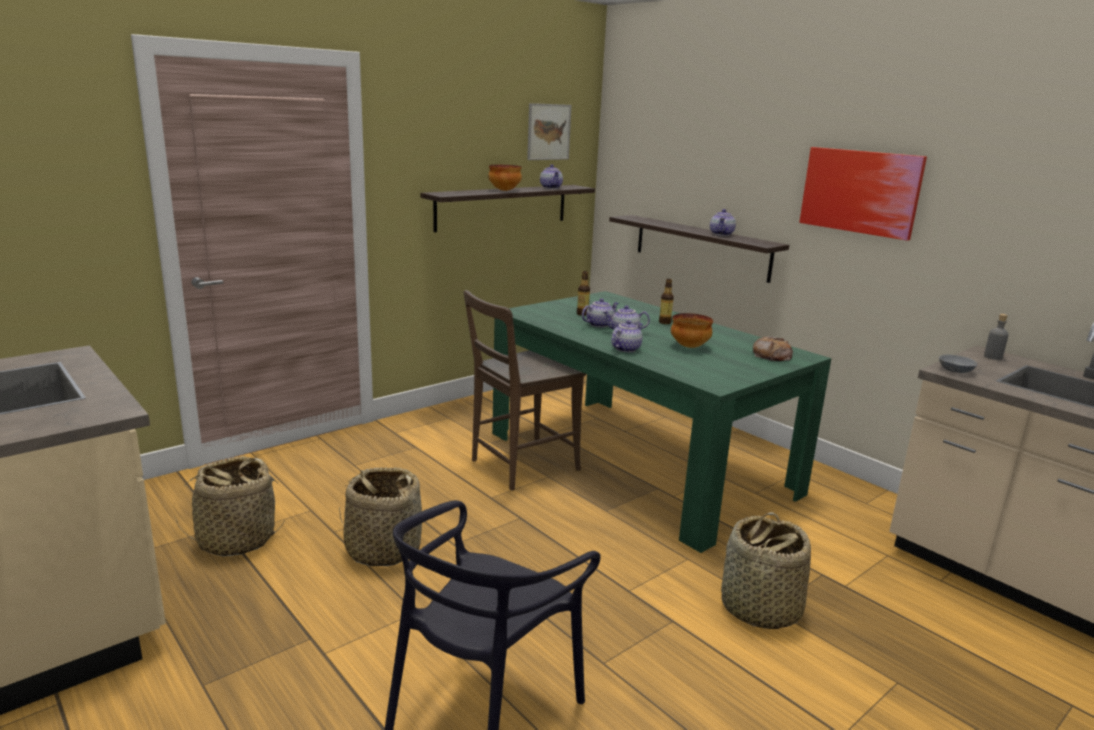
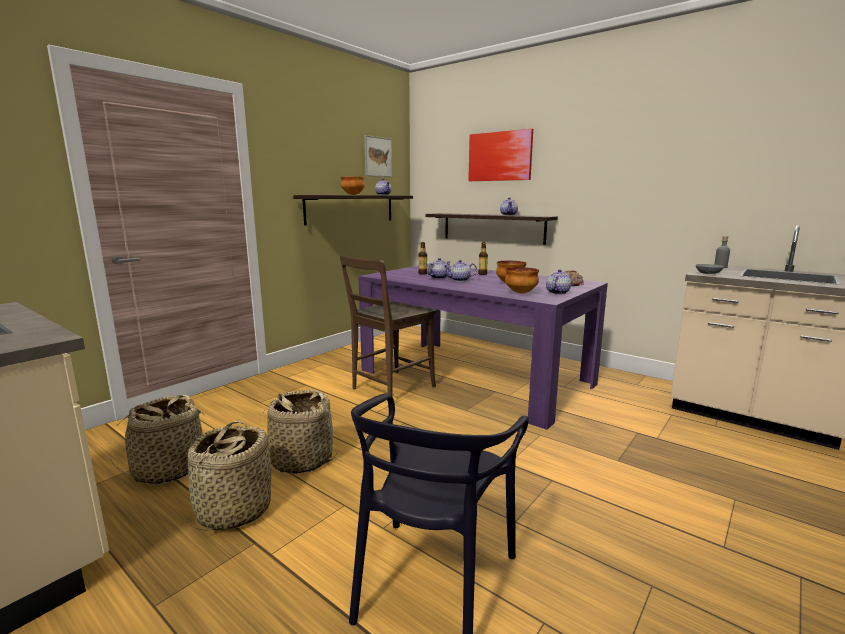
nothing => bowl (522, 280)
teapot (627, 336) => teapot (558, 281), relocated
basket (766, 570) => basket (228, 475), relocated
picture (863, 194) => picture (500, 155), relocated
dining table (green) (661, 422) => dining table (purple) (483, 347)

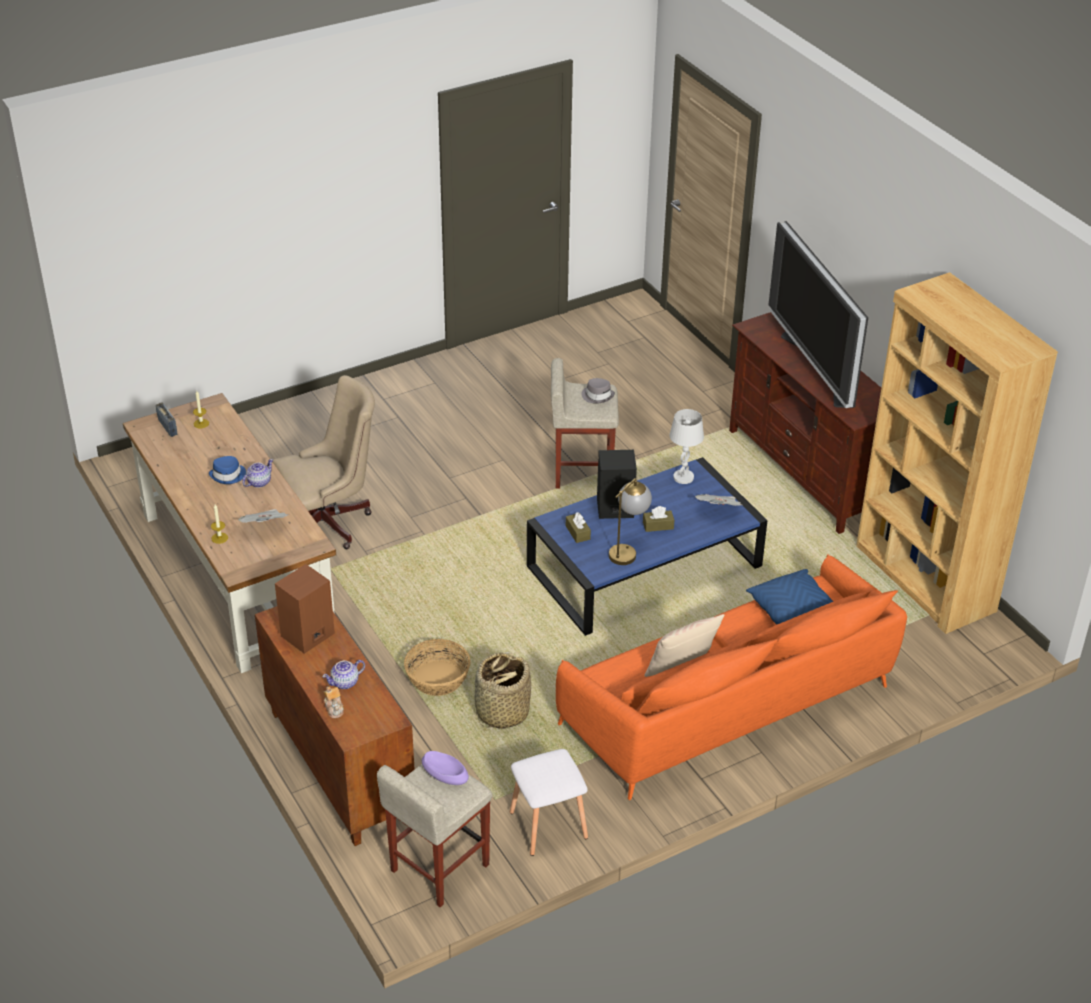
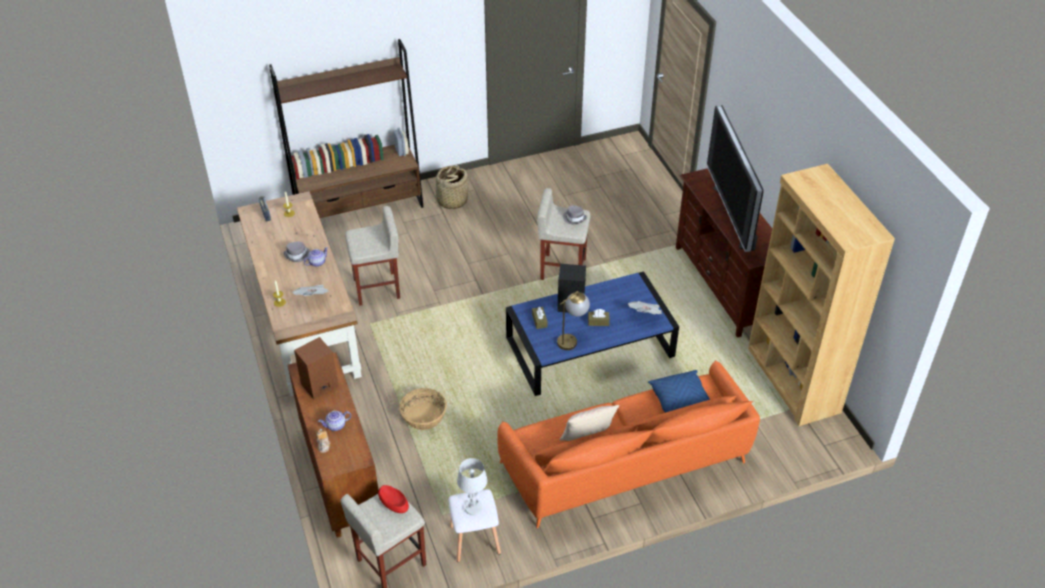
nothing => bookcase (brown) (346, 128)
basket (503, 690) => basket (451, 187), relocated
table lamp (white) (687, 446) => table lamp (white) (472, 486), relocated
office chair (beige) (323, 462) => stool (beige) (372, 256)
hat (blue) (227, 470) => hat (grey) (297, 252)
bowl (purple) (445, 768) => bowl (red) (393, 499)

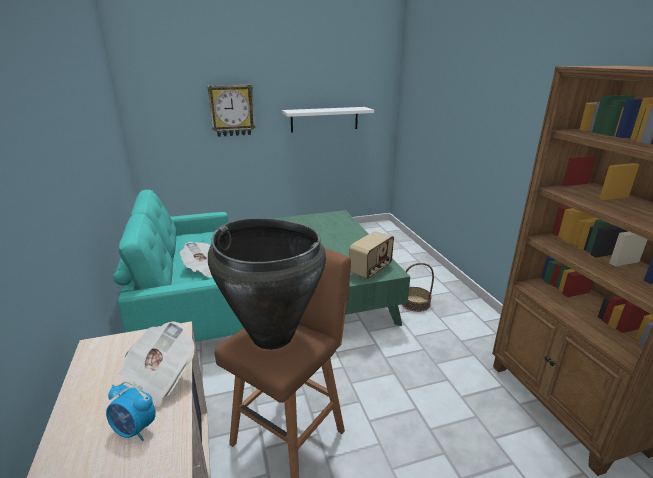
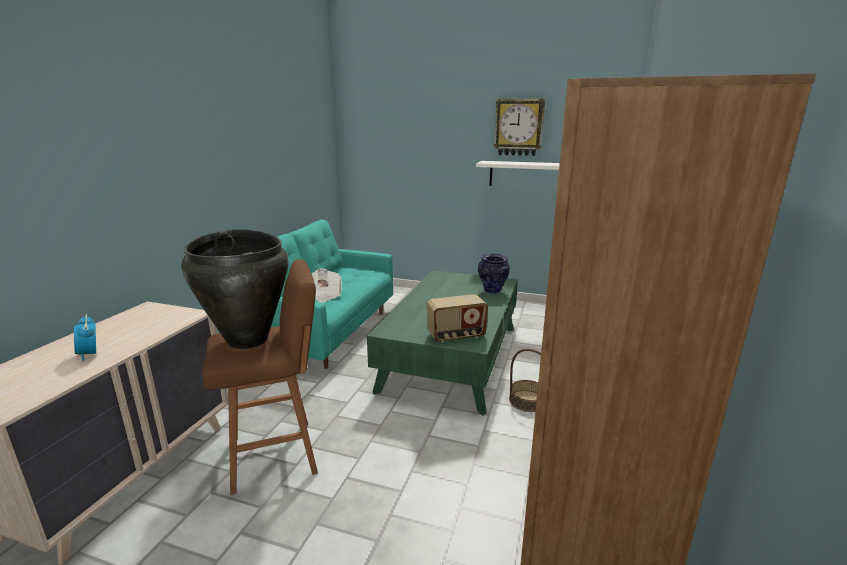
newspaper (154, 364) => nothing
nothing => vase (494, 274)
wall clock (231, 111) => wall clock (519, 127), relocated

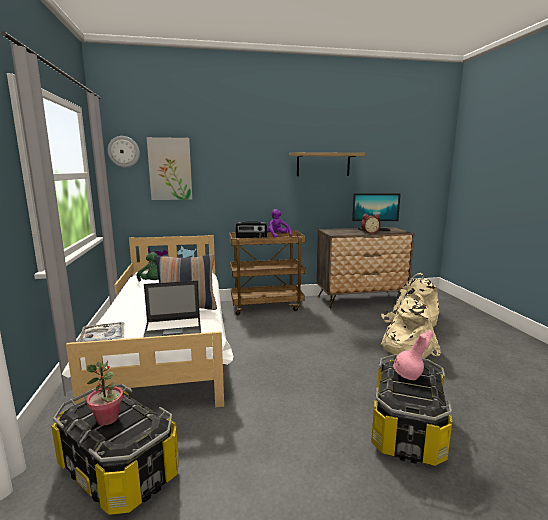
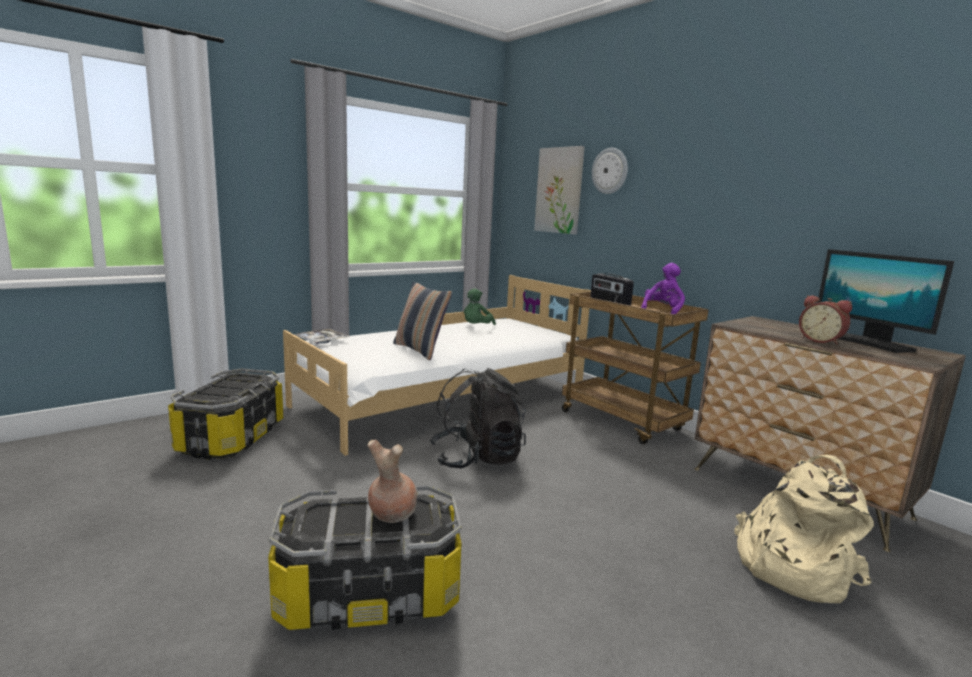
potted plant (105, 393) => nothing
laptop (172, 308) => nothing
shelf (327, 164) => nothing
backpack (beige) (411, 326) => nothing
nothing => backpack (black) (478, 418)
wall clock (123, 152) => wall clock (610, 171), relocated
vase (pink) (413, 354) => vase (brown) (392, 481)

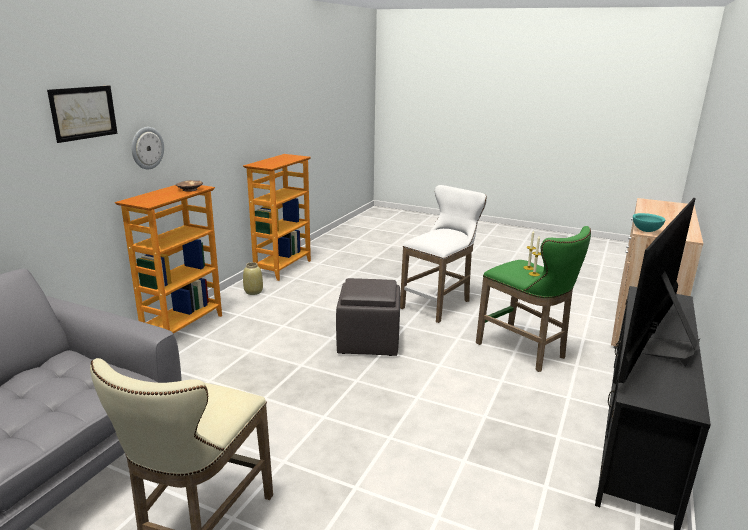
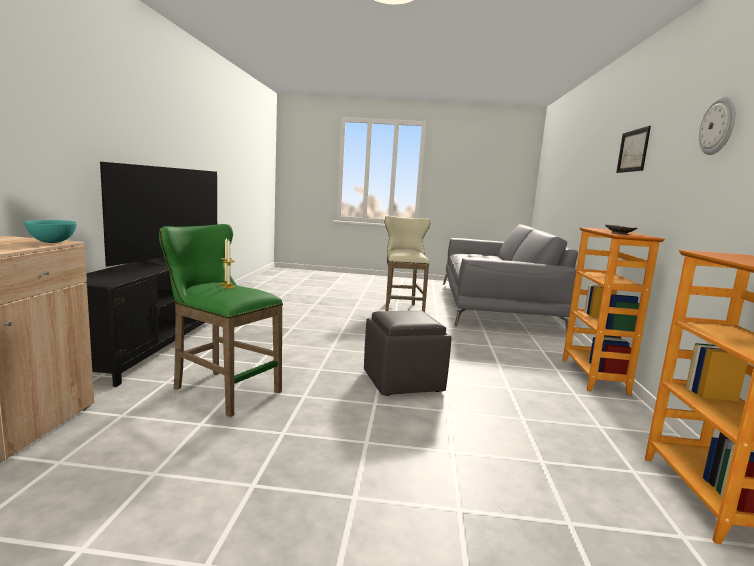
vase (beige) (253, 278) => nothing
stool (white) (443, 254) => nothing
wall clock (147, 148) => wall clock (716, 125), relocated

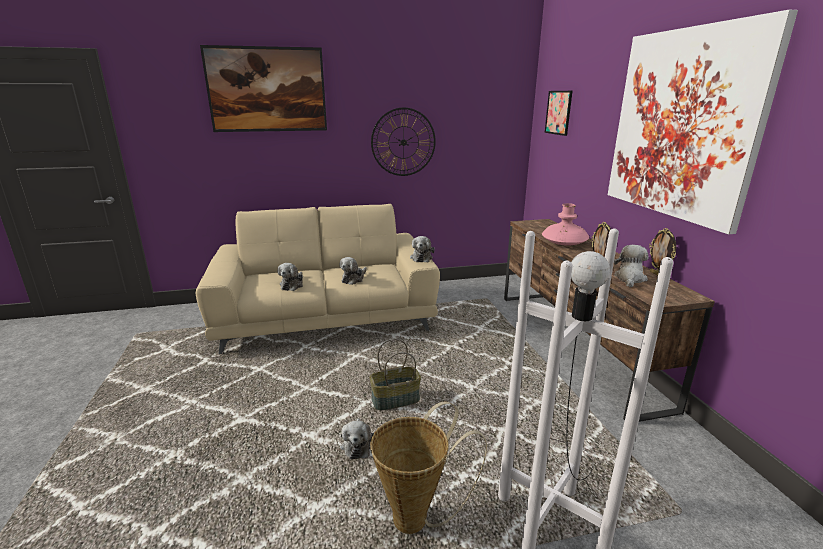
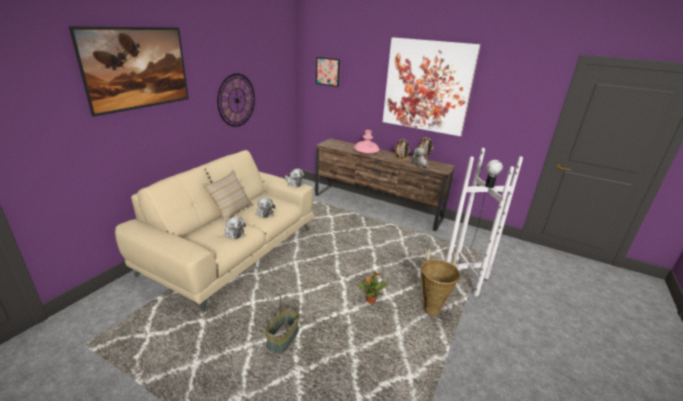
nothing => pillow (beige) (228, 195)
basket (395, 374) => basket (282, 324), relocated
plush toy (357, 438) => potted plant (372, 287)

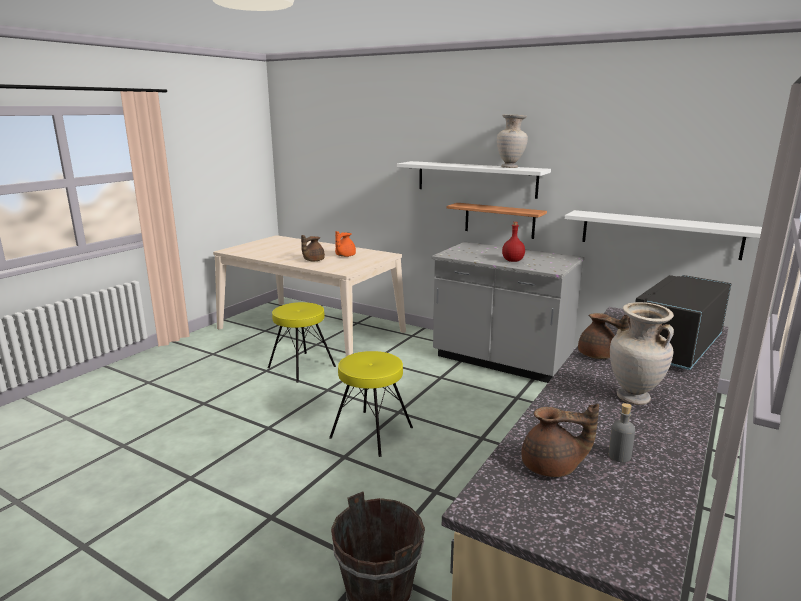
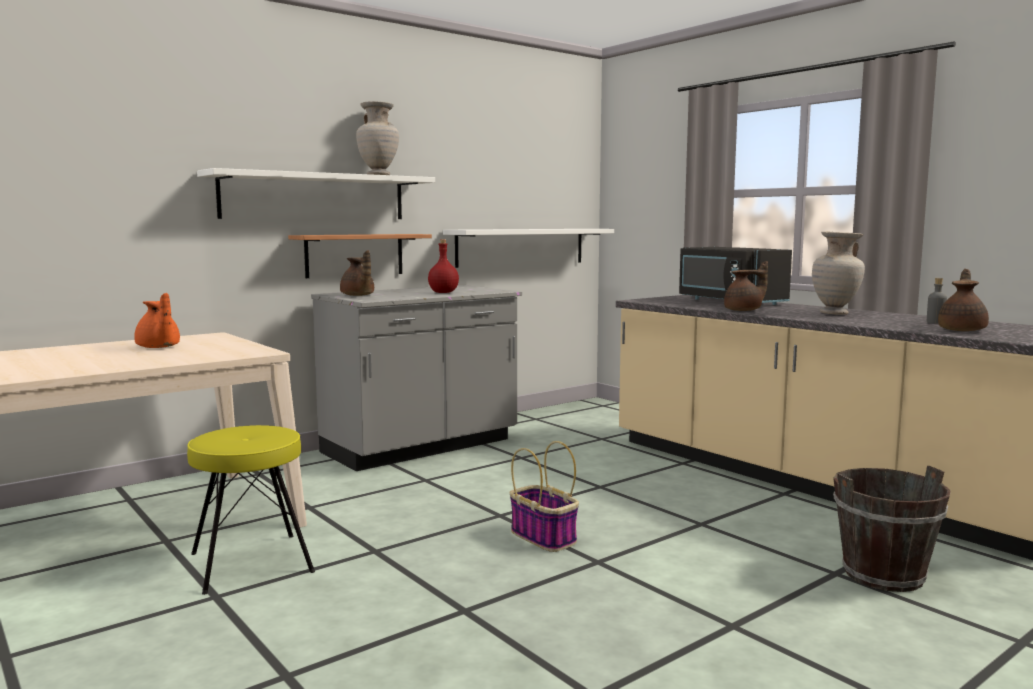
teapot (brown) (313, 248) => teapot (brown) (357, 273), relocated
stool (yellow) (371, 404) => basket (544, 496)

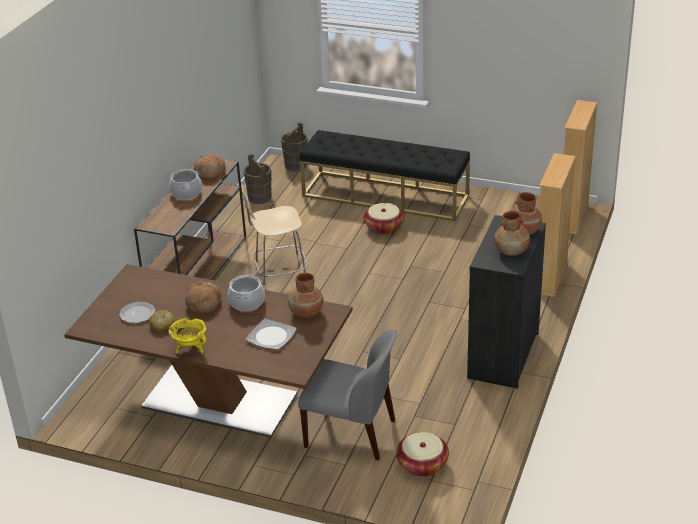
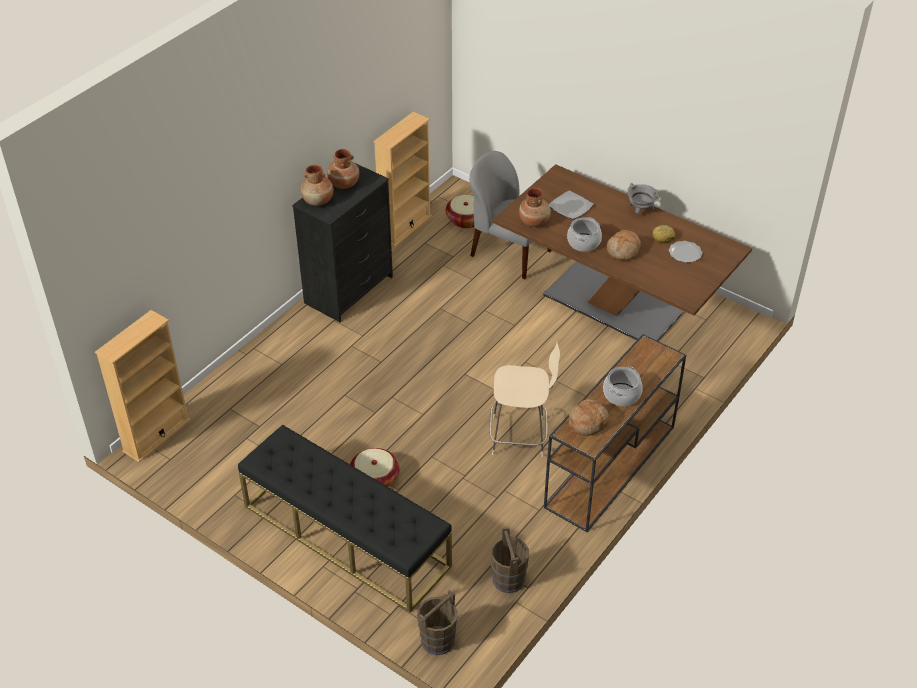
bookcase (beige) (557, 225) => bookcase (beige) (403, 179), relocated
cooking pot (yellow) (187, 336) => cooking pot (grey) (644, 198)

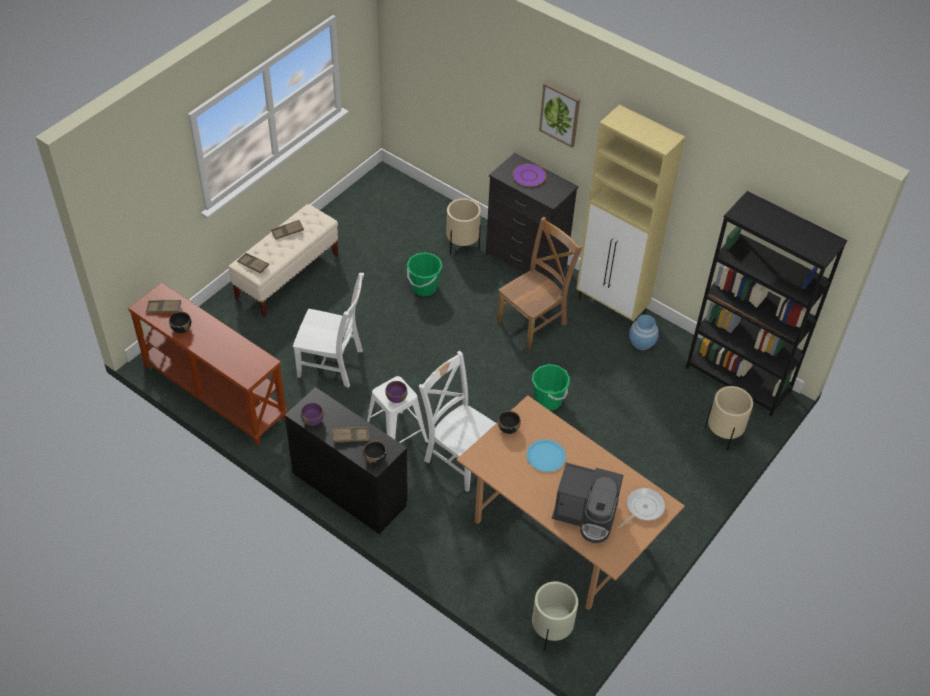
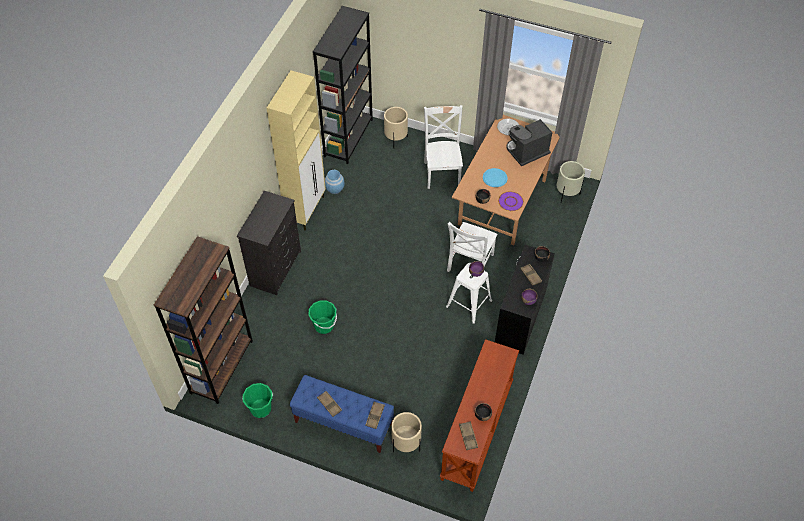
chair (brown) (539, 283) => nothing
picture (559, 115) => nothing
nothing => bookcase (brown) (203, 320)
chair (white) (328, 330) => chair (white) (443, 147), relocated
planter (beige) (463, 226) => planter (beige) (406, 432), relocated
plate (purple) (529, 175) => plate (purple) (511, 201), relocated
bucket (green) (551, 387) => bucket (green) (257, 400), relocated
bench (beige) (283, 261) => bench (blue) (342, 414)
coffee machine (587, 503) => coffee machine (530, 142), 120 degrees counterclockwise

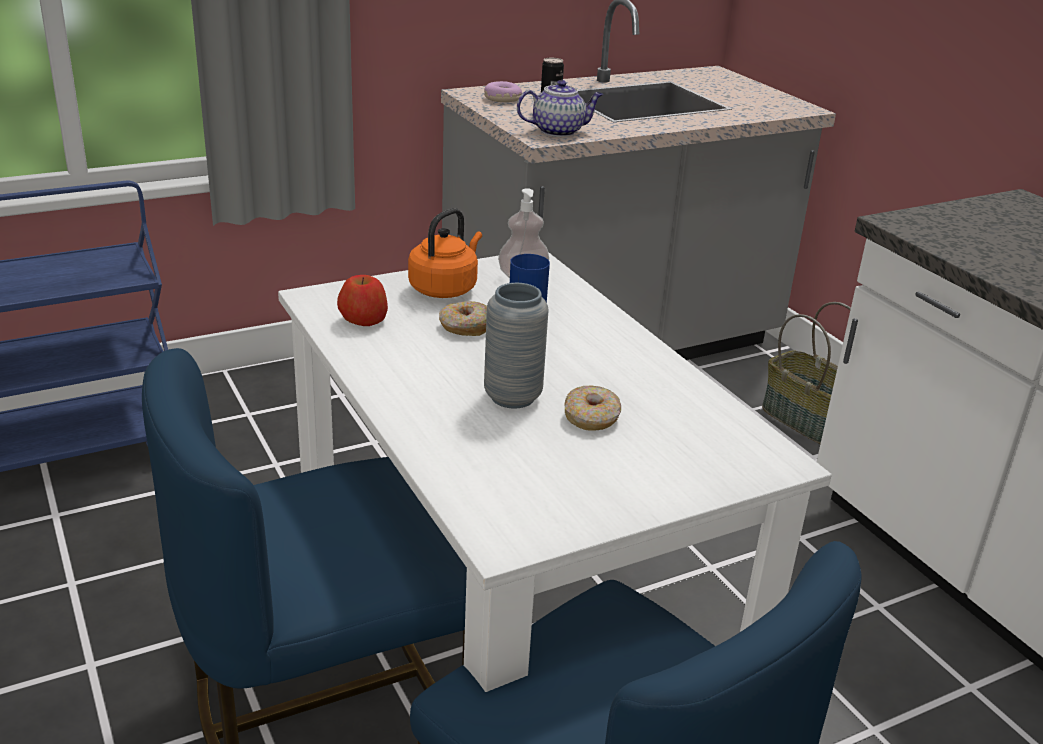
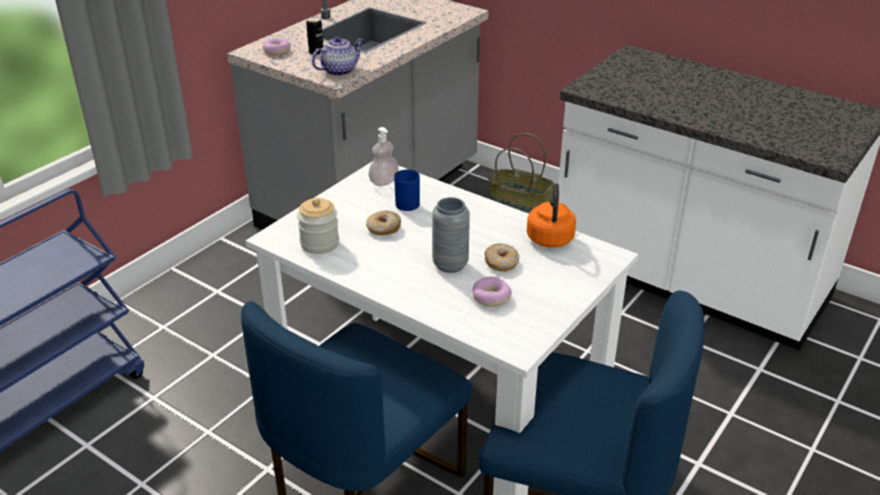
nothing => donut (492, 292)
kettle (orange) (445, 253) => kettle (orange) (551, 215), relocated
apple (362, 300) => jar (318, 226)

